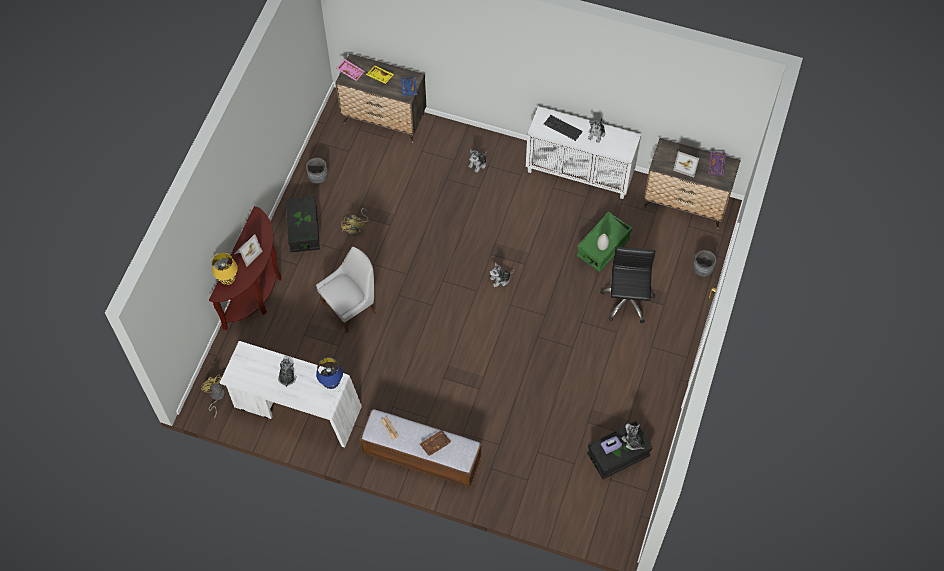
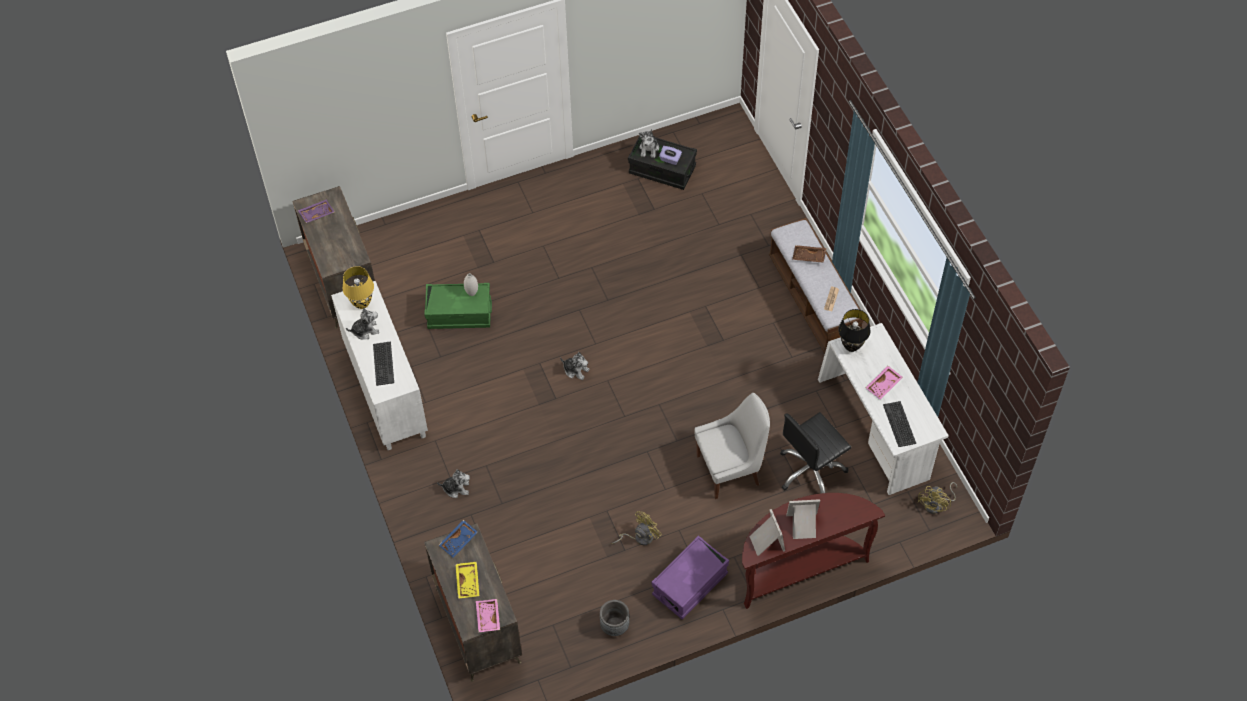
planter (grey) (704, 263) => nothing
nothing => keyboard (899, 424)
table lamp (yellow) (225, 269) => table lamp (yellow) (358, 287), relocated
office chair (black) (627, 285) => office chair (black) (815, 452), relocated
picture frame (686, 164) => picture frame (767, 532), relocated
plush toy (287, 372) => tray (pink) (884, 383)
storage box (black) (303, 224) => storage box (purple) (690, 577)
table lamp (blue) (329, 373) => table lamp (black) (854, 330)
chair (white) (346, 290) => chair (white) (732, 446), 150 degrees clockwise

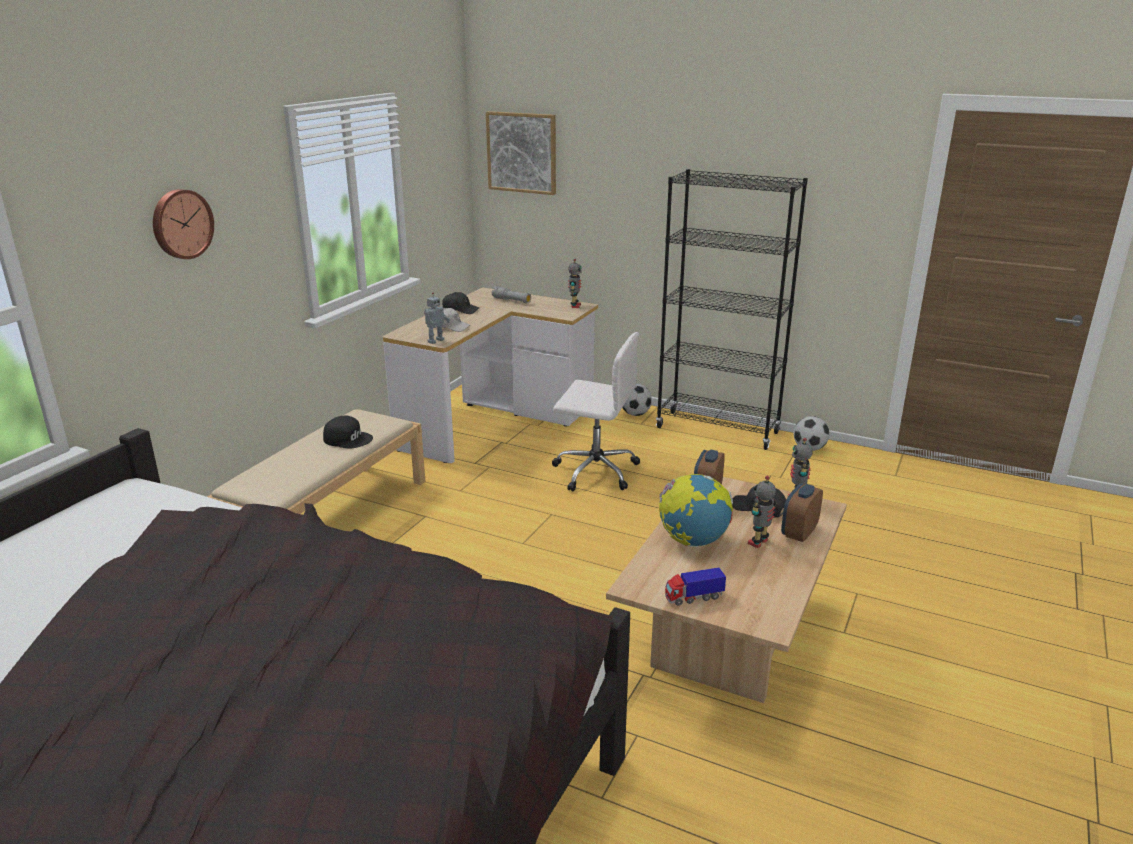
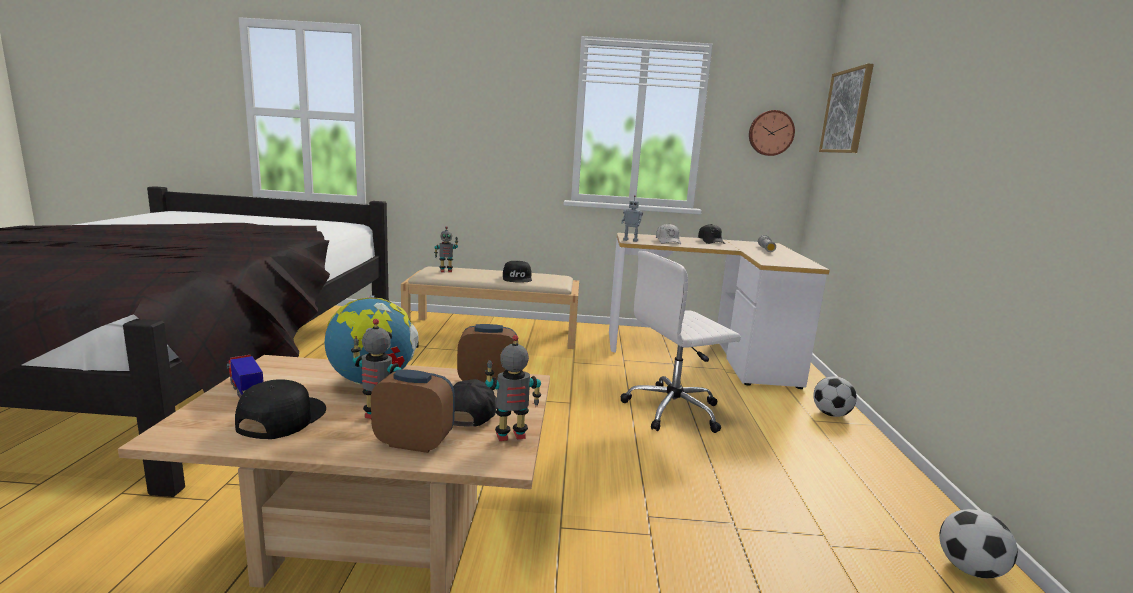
bookcase (black) (732, 309) => nothing
nothing => cap (black) (280, 409)
wall clock (183, 224) => wall clock (772, 133), relocated
toy robot (575, 283) => toy robot (446, 249), relocated
office chair (white) (596, 411) => office chair (white) (680, 342), 75 degrees clockwise

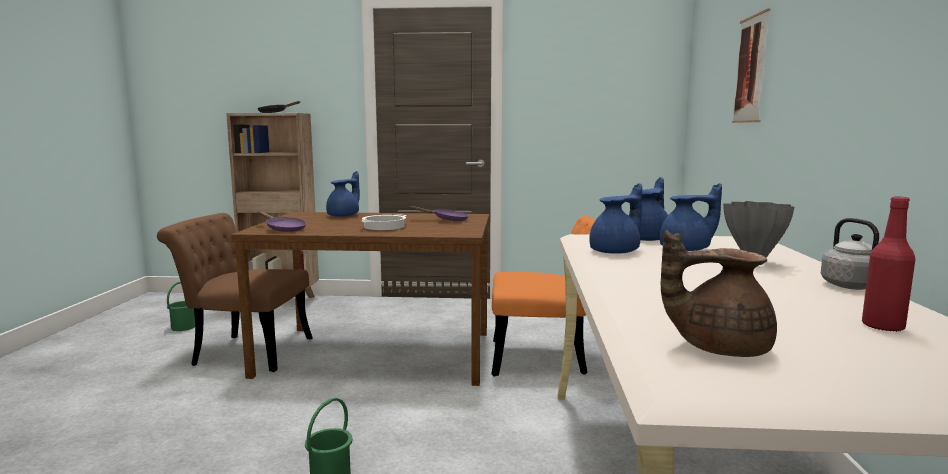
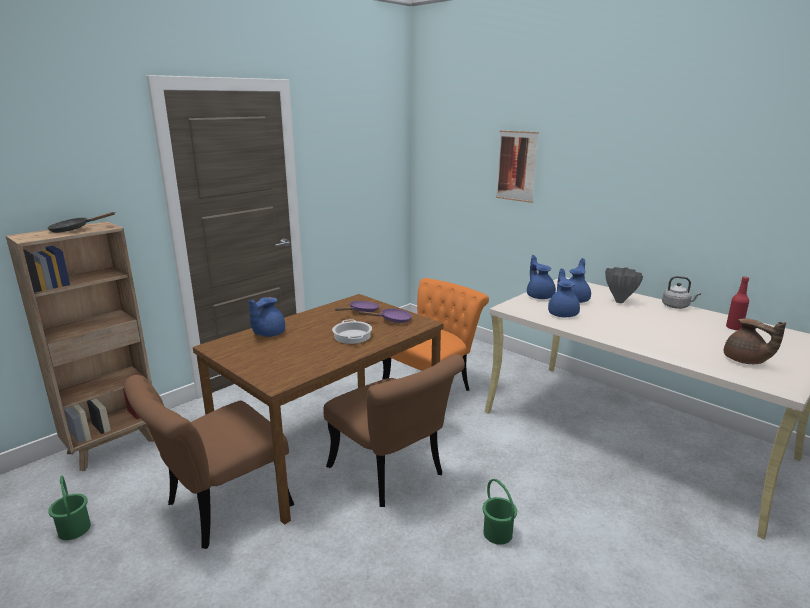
nothing => chair (brown) (394, 430)
frying pan (purple) (281, 221) => frying pan (purple) (385, 315), relocated
teapot (blue) (343, 194) => teapot (blue) (266, 317), 135 degrees counterclockwise
teapot (brown) (719, 294) => teapot (brown) (755, 341), 75 degrees counterclockwise

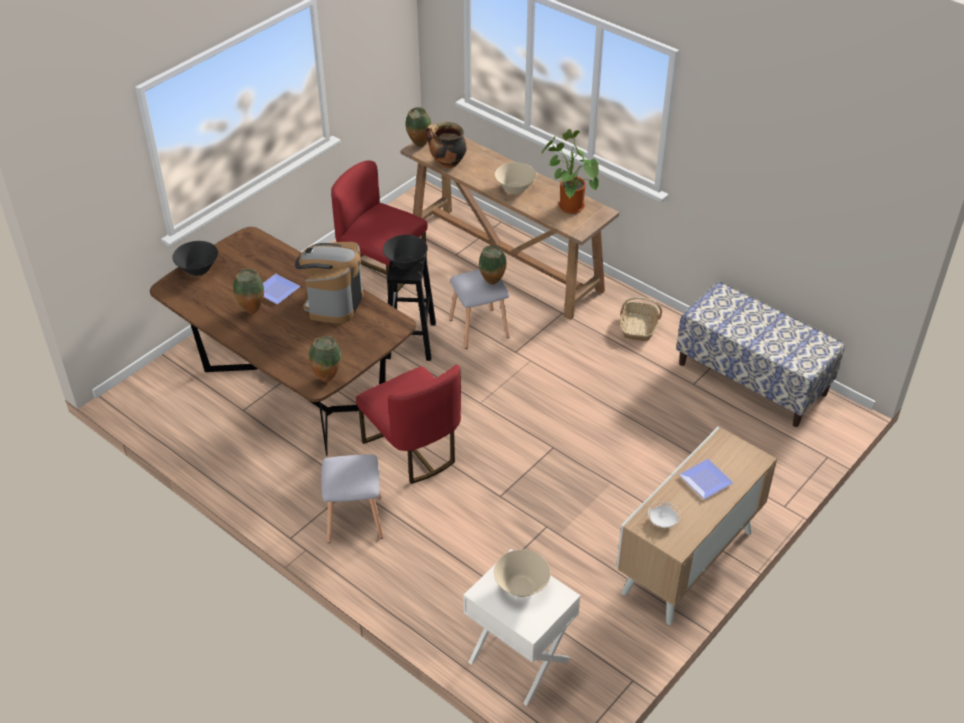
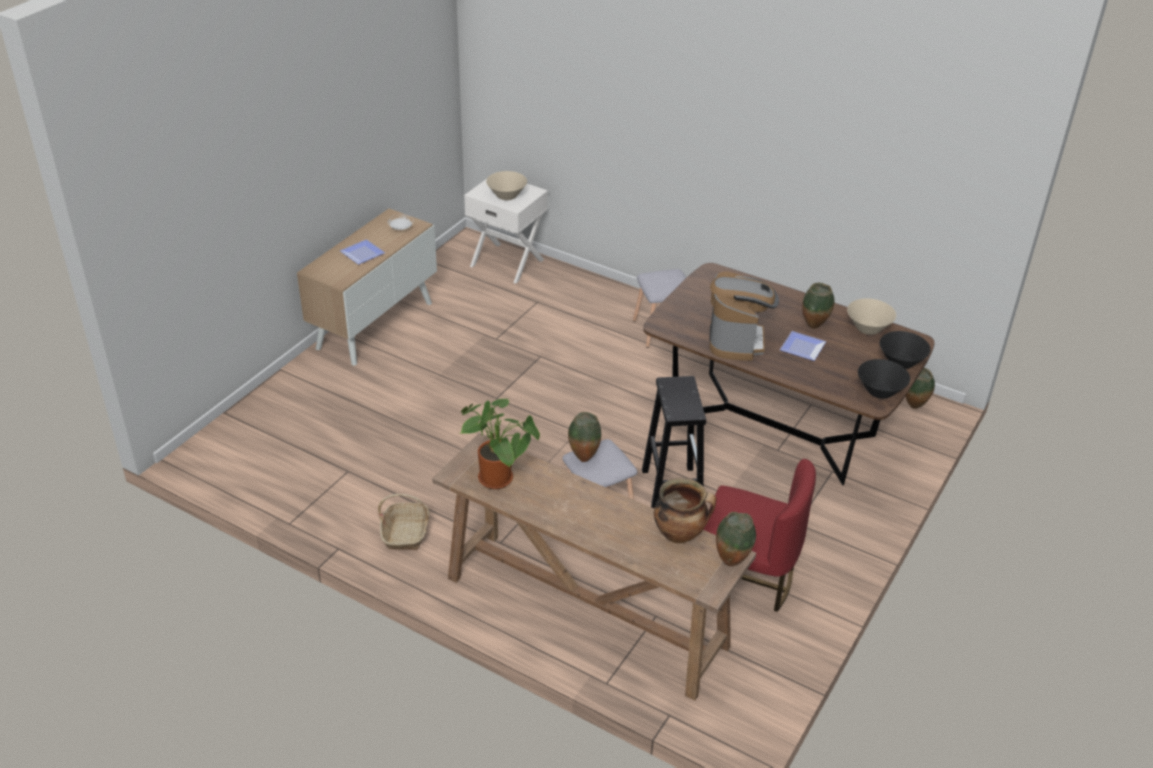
chair (red) (408, 424) => nothing
bench (760, 354) => nothing
vase (325, 358) => vase (920, 388), relocated
bowl (black) (405, 252) => bowl (black) (884, 379), relocated
bowl (beige) (516, 178) => bowl (beige) (871, 316), relocated

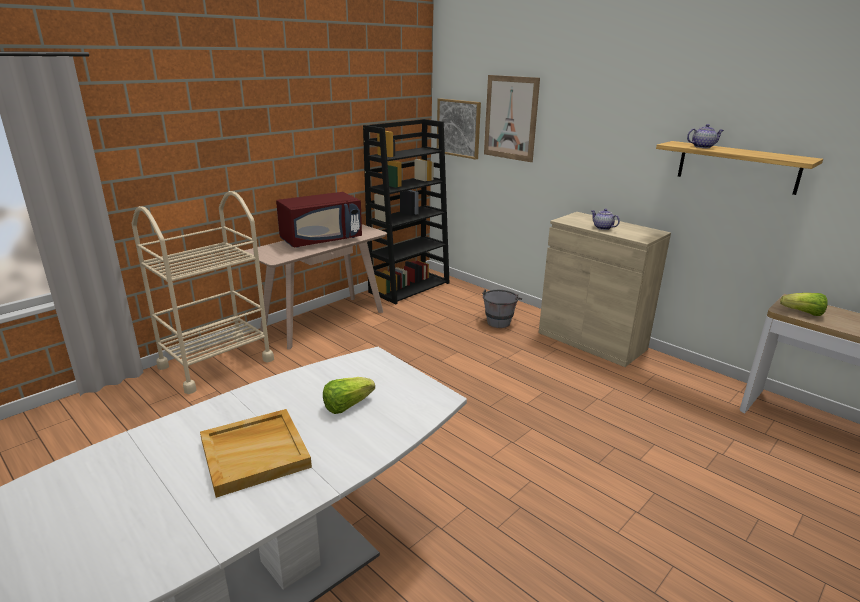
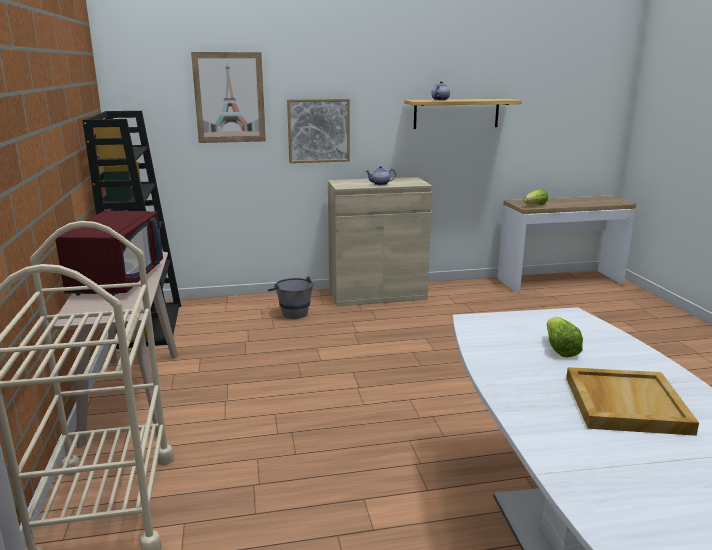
picture (459, 129) => picture (318, 131), relocated

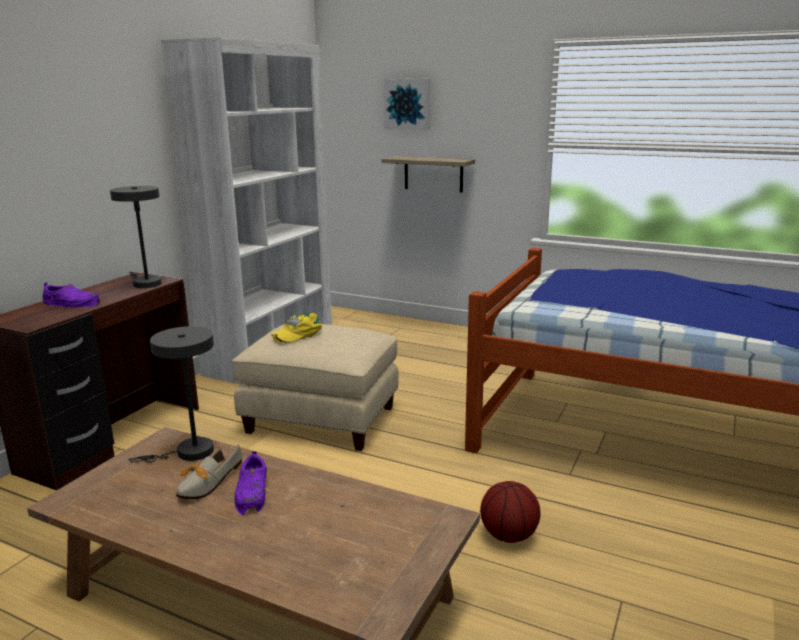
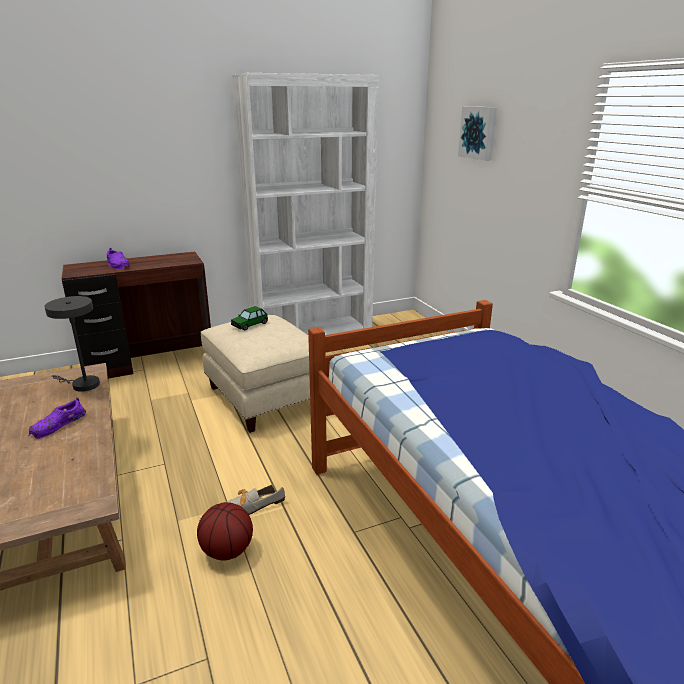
table lamp (grey) (136, 237) => nothing
shelf (428, 174) => nothing
shoe (209, 471) => shoe (256, 500), relocated
cap (yellow) (297, 328) => toy car (249, 318)

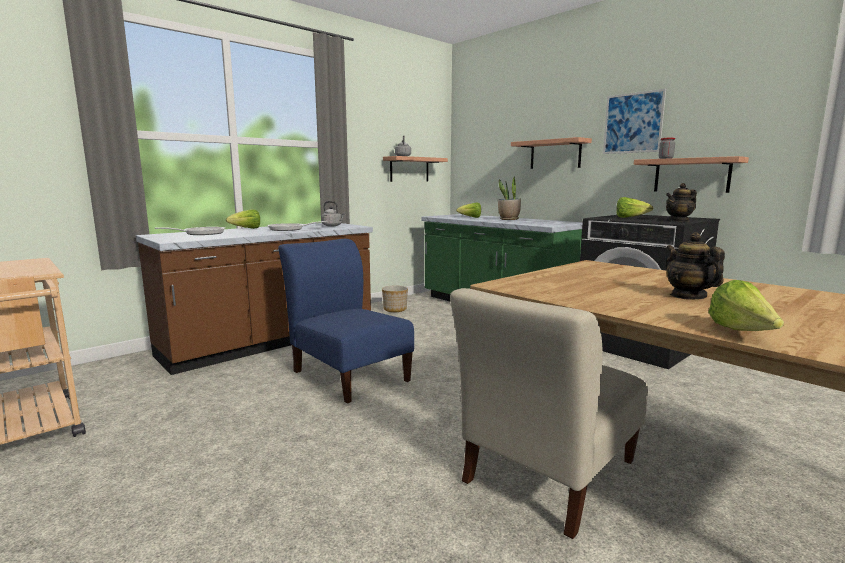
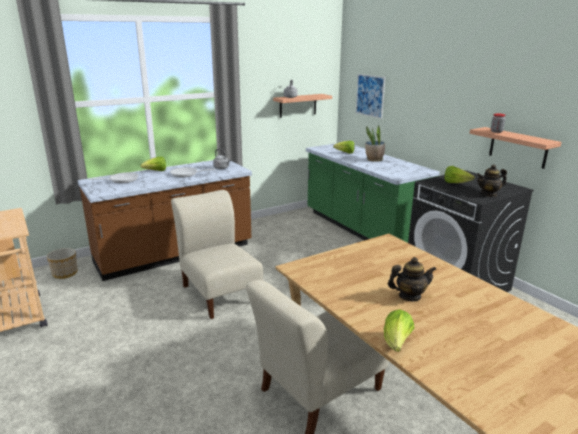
shelf (551, 153) => nothing
planter (395, 298) => planter (62, 263), relocated
picture (634, 121) => picture (370, 96), relocated
chair (blue) (346, 321) => chair (beige) (217, 254)
teapot (695, 266) => teapot (412, 279), 90 degrees clockwise

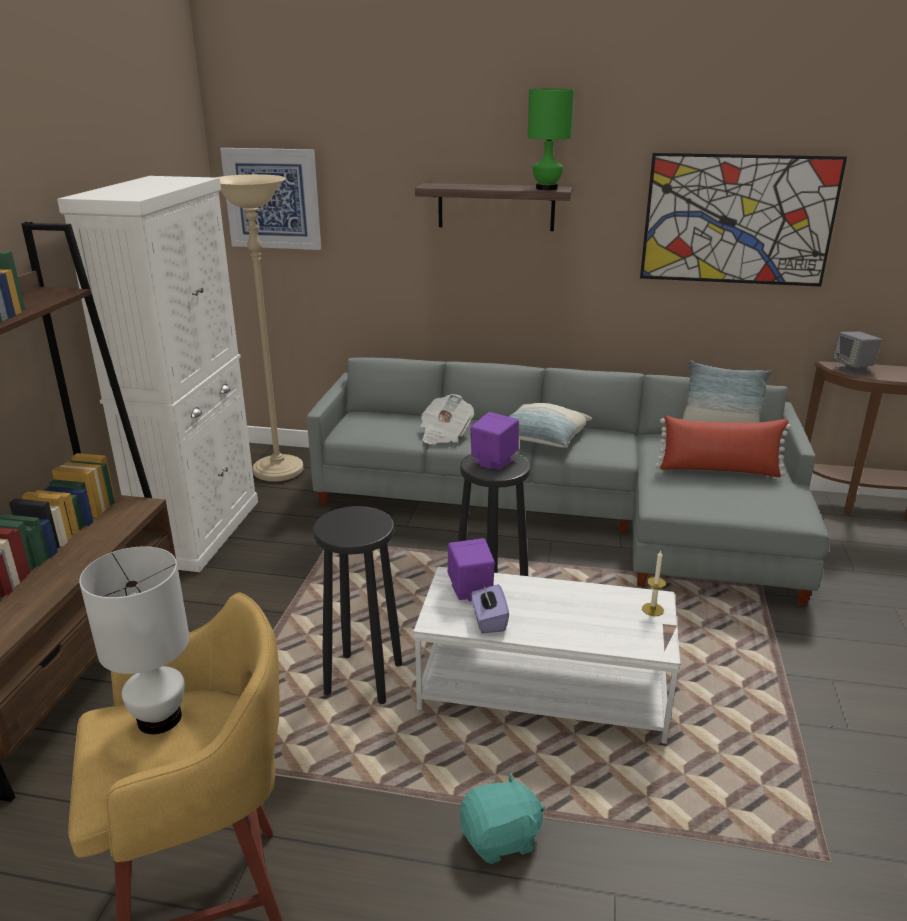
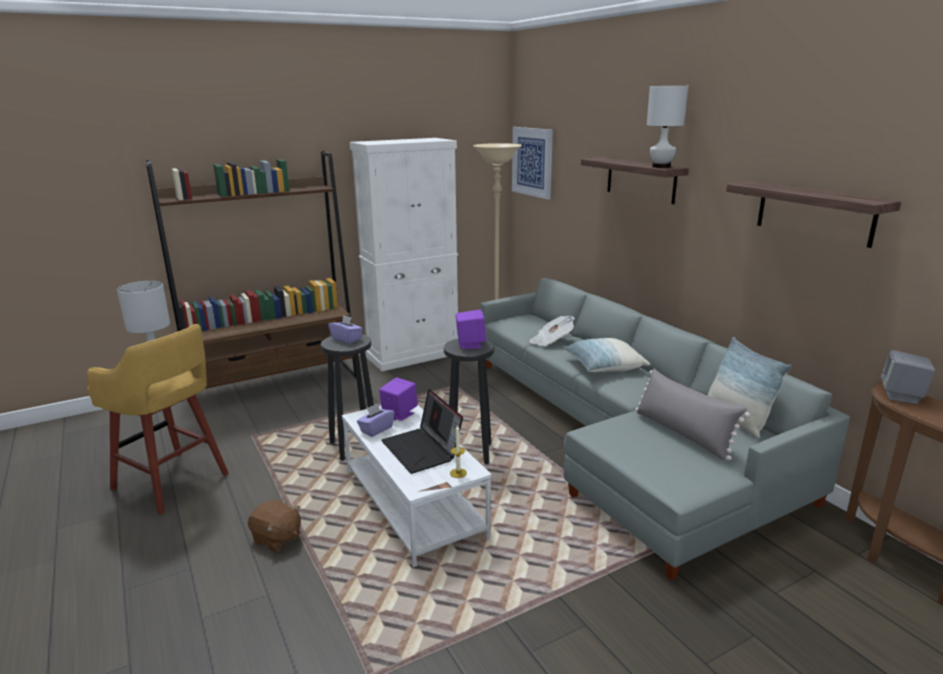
nothing => tissue box (purple) (345, 329)
nothing => laptop (422, 431)
picture (743, 220) => shelf (813, 214)
plush toy (turquoise) (502, 818) => plush toy (brown) (274, 526)
table lamp (green) (551, 139) => table lamp (white) (667, 127)
pillow (red) (723, 446) => pillow (grey) (692, 415)

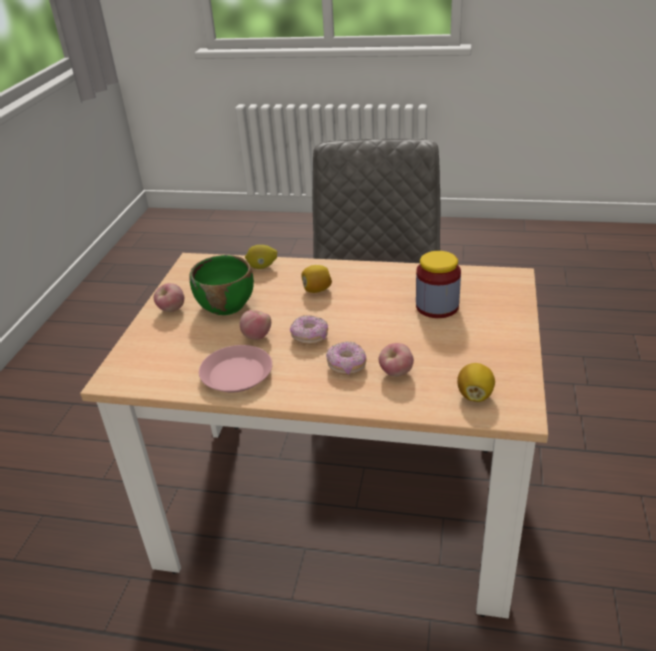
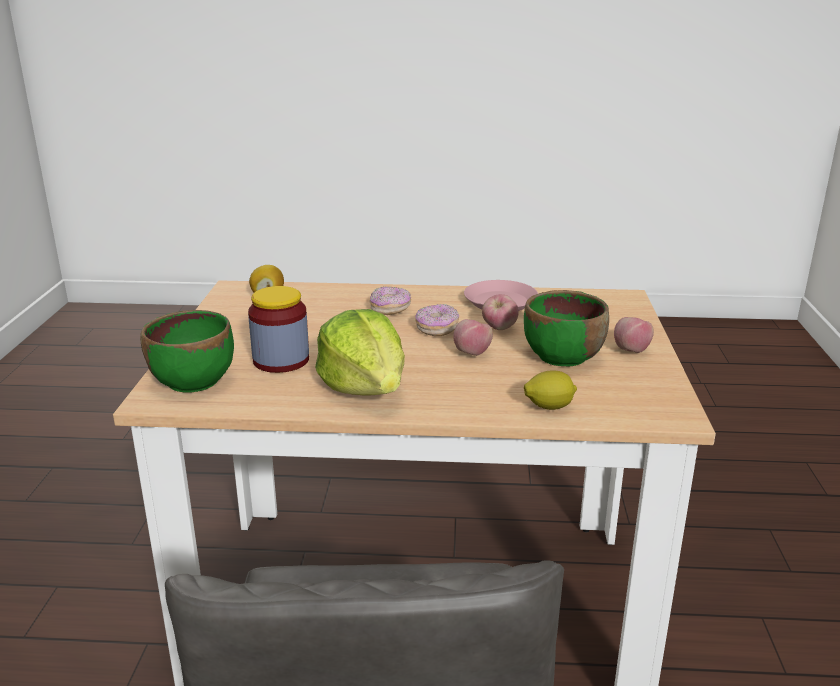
lemon (316, 279) => nothing
nothing => bowl (green) (187, 351)
nothing => lettuce (360, 352)
apple (396, 360) => apple (473, 337), relocated

